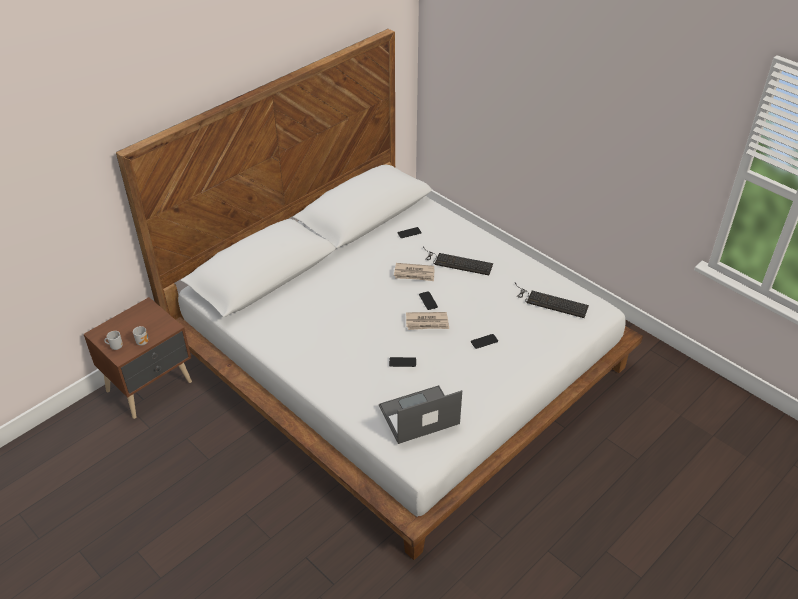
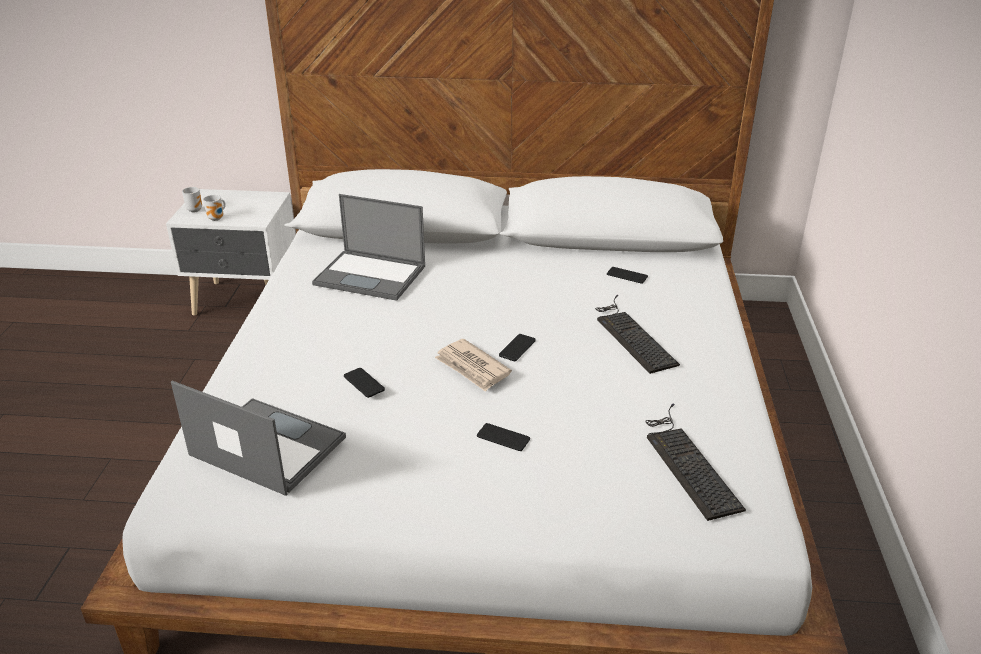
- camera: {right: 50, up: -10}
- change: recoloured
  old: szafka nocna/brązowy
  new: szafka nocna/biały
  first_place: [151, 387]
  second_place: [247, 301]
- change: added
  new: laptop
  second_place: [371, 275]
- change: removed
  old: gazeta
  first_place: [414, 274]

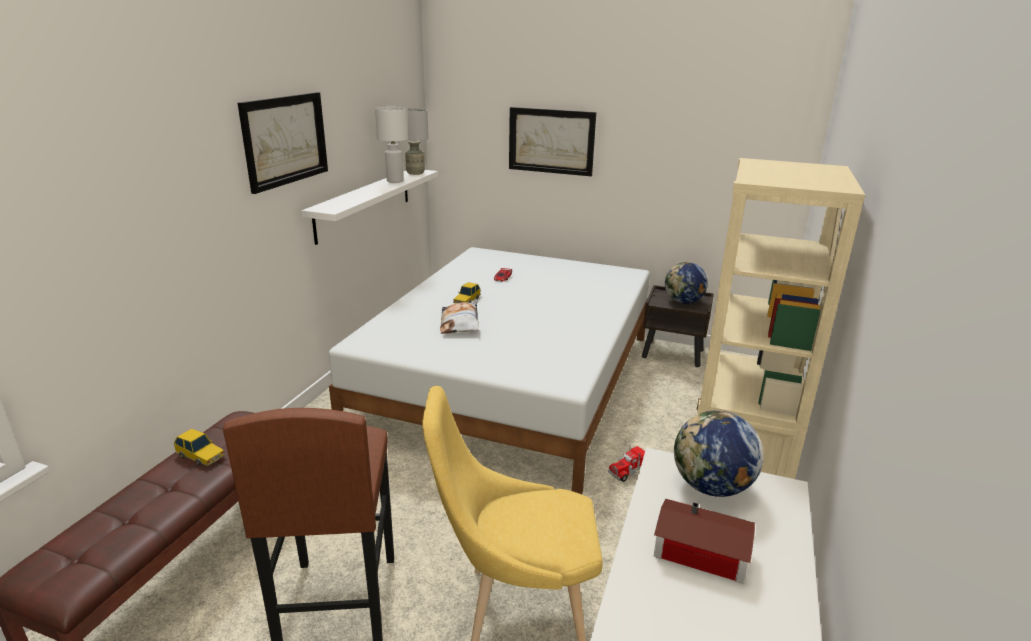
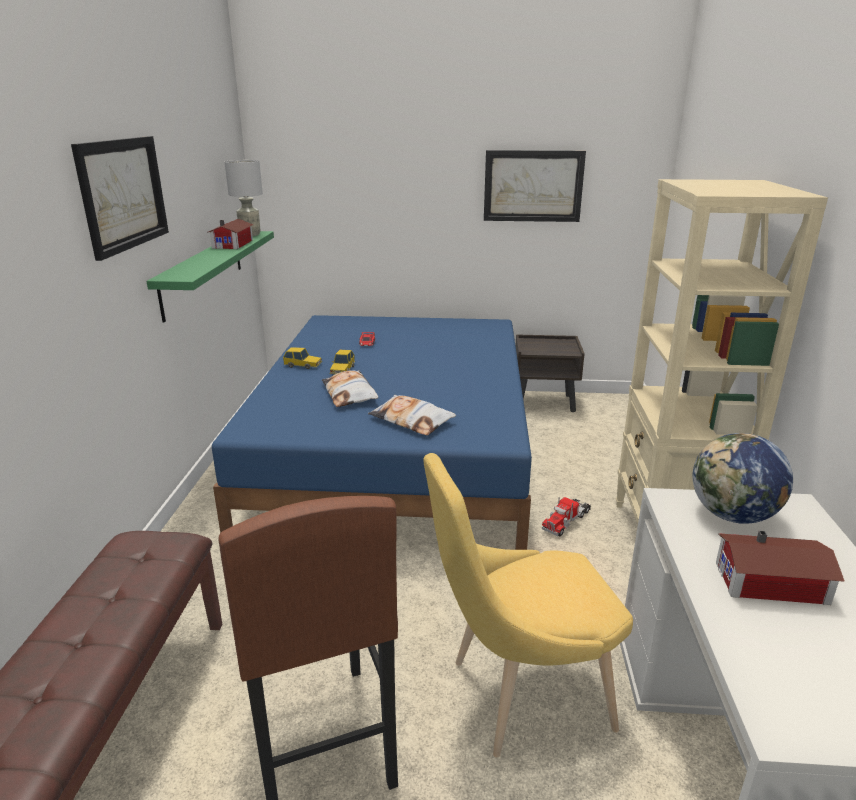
- camera: {right: -15, up: 0}
- change: recoloured
  old: półka/biały
  new: półka/zielony
  first_place: [364, 203]
  second_place: [203, 272]
- change: replaced
  old: lampa stołowa/biały
  new: domek
  first_place: [395, 181]
  second_place: [234, 244]
- change: recoloured
  old: łóżko/biały
  new: łóżko/niebieski
  first_place: [512, 380]
  second_place: [396, 452]
- change: moved
  old: samochodzik
  first_place: [201, 455]
  second_place: [303, 365]
- change: added
  new: poduszka
  second_place: [412, 420]
- change: moved
  old: obraz
  first_place: [551, 141]
  second_place: [533, 186]
- change: removed
  old: globus
  first_place: [683, 302]

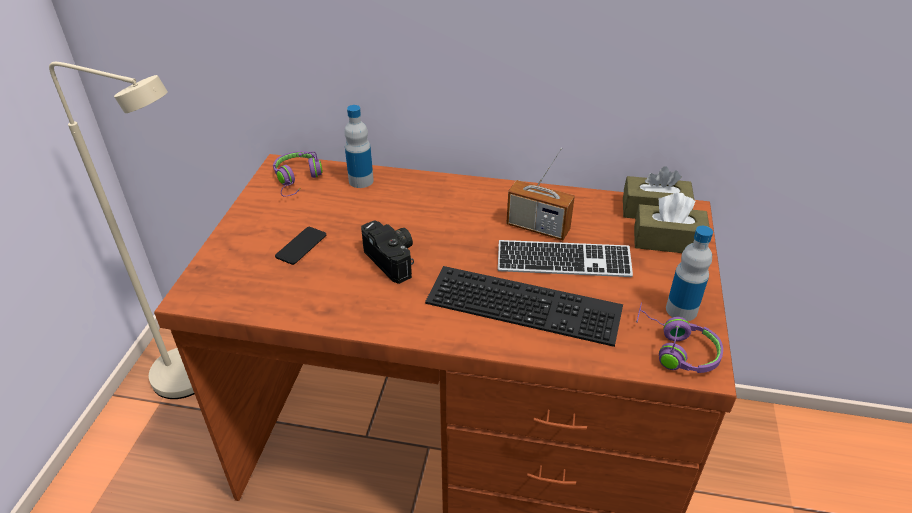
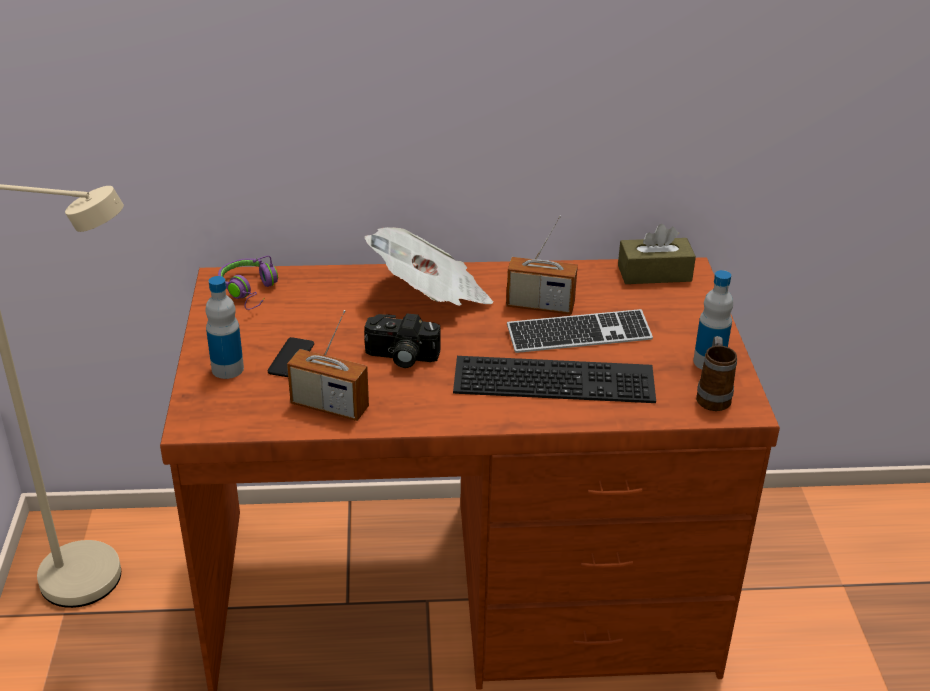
- camera: {right: -15, up: -5}
- change: moved
  old: butelka
  first_place: [361, 181]
  second_place: [227, 369]
- change: added
  new: radio
  second_place: [329, 406]
- change: added
  new: gazeta
  second_place: [431, 296]
- change: turned
  old: aparat fotograficzny
  first_place: [394, 259]
  second_place: [400, 357]
  degrees: 150
- change: replaced
  old: słuchawki/fioletowy
  new: kubek
  first_place: [674, 349]
  second_place: [713, 396]
- change: removed
  old: pudełko chusteczek/brązowy
  first_place: [667, 241]

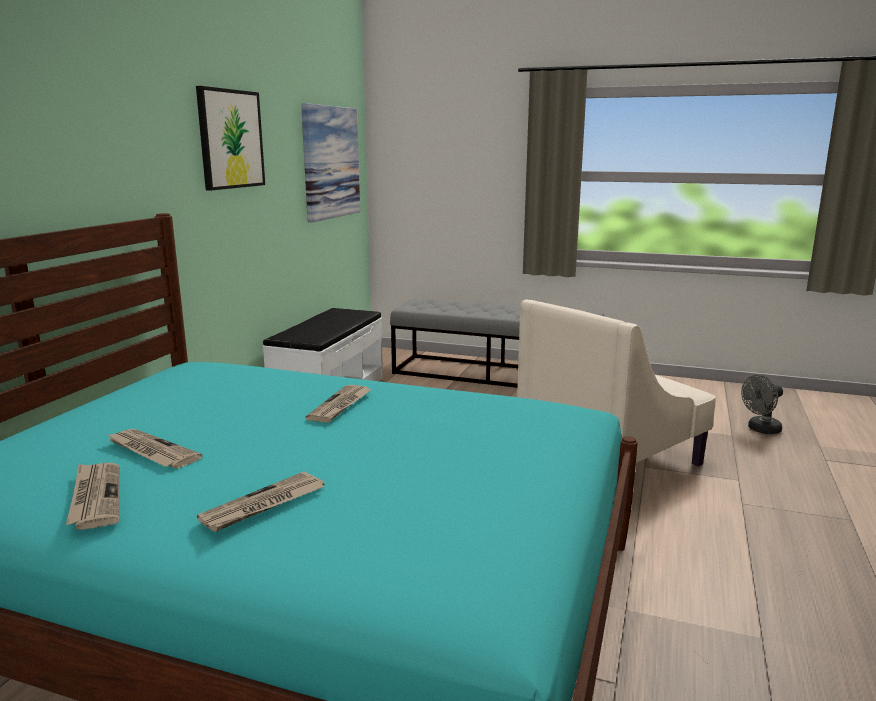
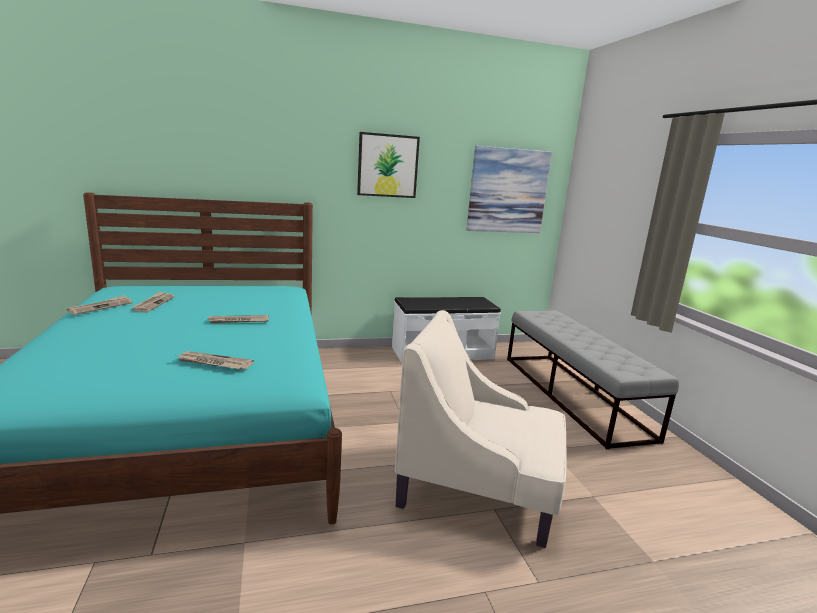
- camera: {right: 55, up: 0}
- change: moved
  old: gazeta
  first_place: [263, 505]
  second_place: [214, 363]
- change: removed
  old: wentylator/szary
  first_place: [760, 430]

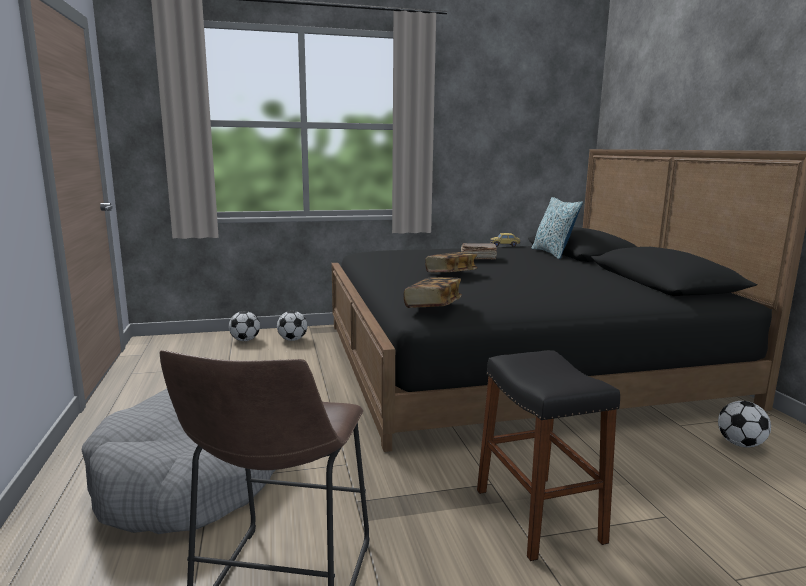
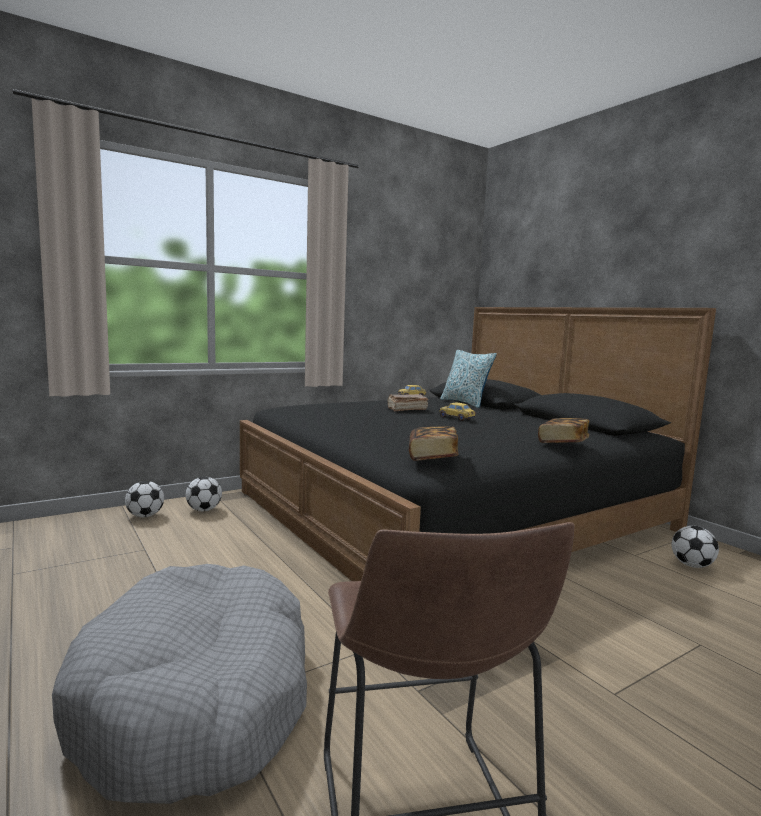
- camera: {right: -20, up: -5}
- change: added
  new: samochodzik
  second_place: [456, 418]
- change: moved
  old: książka
  first_place: [451, 273]
  second_place: [563, 443]
- change: removed
  old: stołek/czarny
  first_place: [538, 515]

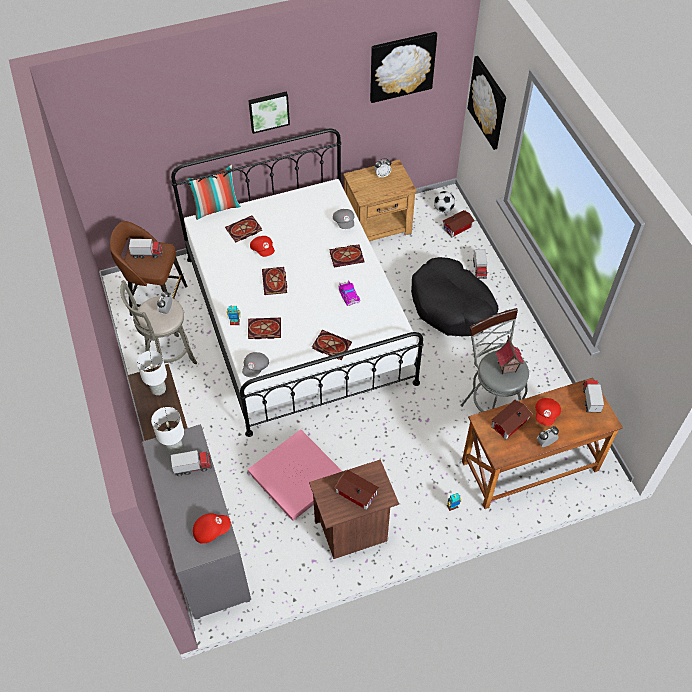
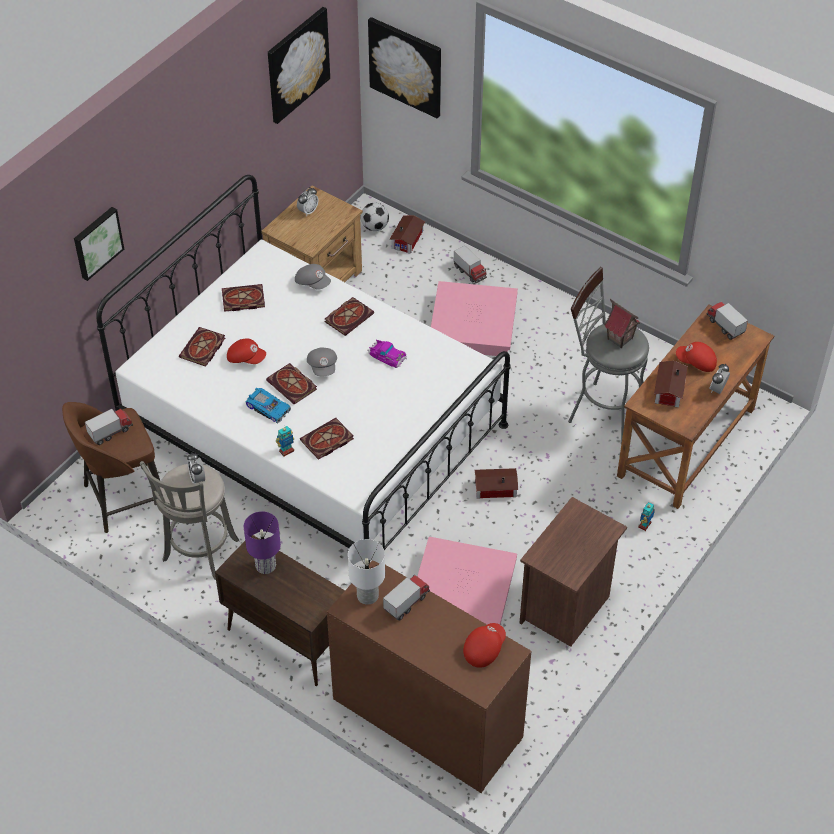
- camera: {right: -35, up: -5}
- change: moved
  old: obraz
  first_place: [268, 111]
  second_place: [97, 242]
- change: moved
  old: książka
  first_place: [330, 346]
  second_place: [242, 300]
- change: recoloured
  old: lampa stołowa/biały
  new: lampa stołowa/fioletowy
  first_place: [158, 389]
  second_place: [265, 565]
- change: added
  new: samochodzik
  second_place: [269, 407]
- change: moved
  old: czapka z daszkiem/szary
  first_place: [256, 368]
  second_place: [323, 367]
- change: recoloured
  old: komoda/szary
  new: komoda/brązowy
  first_place: [206, 548]
  second_place: [427, 720]
- change: replaced
  old: legowisko/czarny
  new: pojemnik do przechowywania/różowy
  first_place: [451, 305]
  second_place: [472, 325]
- change: moved
  old: domek
  first_place: [356, 492]
  second_place: [494, 487]
- change: turned
  old: czapka z daszkiem/czerwony
  first_place: [546, 415]
  second_place: [696, 363]
  degrees: 120
- change: removed
  old: poduszka
  first_place: [216, 208]

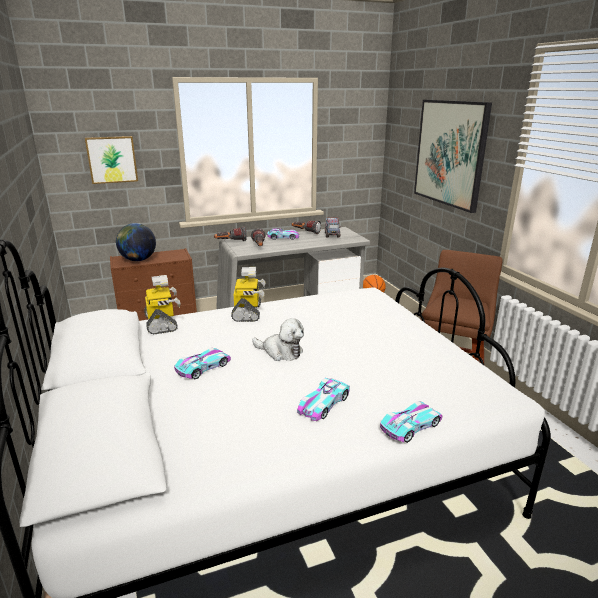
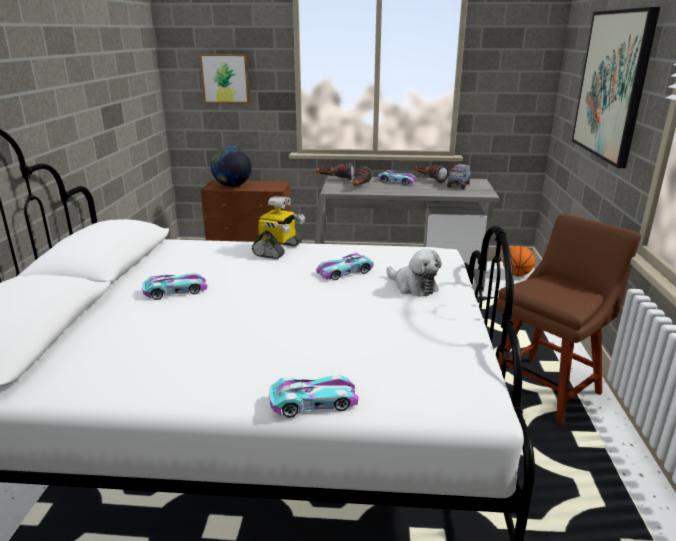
- camera: {right: 25, up: 0}
- change: moved
  old: samochodzik
  first_place: [323, 404]
  second_place: [344, 272]
- change: moved
  old: pluszak
  first_place: [281, 352]
  second_place: [413, 286]
- change: removed
  old: robot zabawkowy
  first_place: [162, 323]

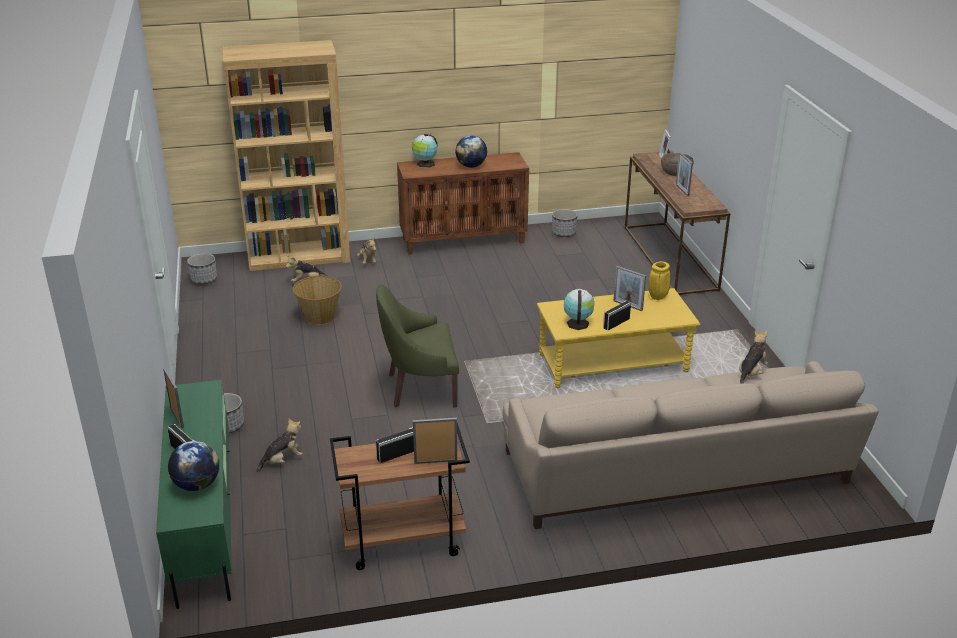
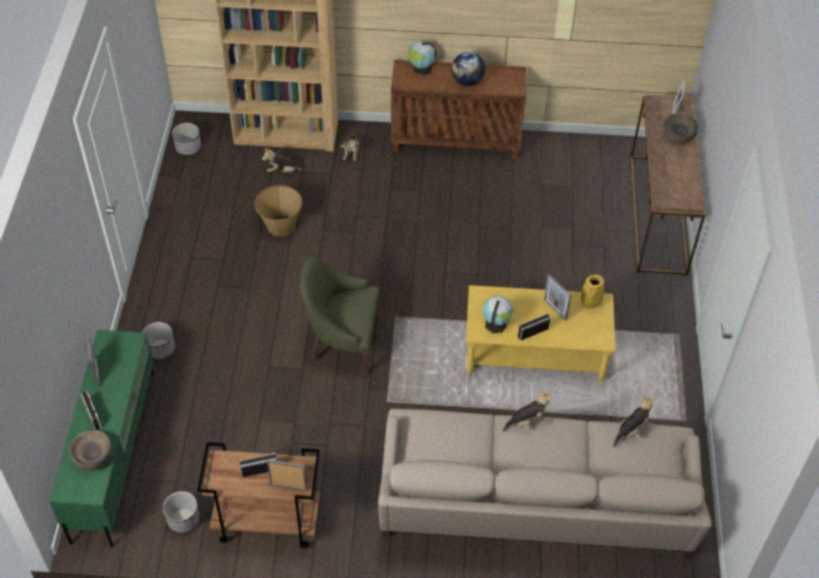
- camera: {right: 15, up: 20}
- change: replaced
  old: globus
  new: miska/brązowy
  first_place: [197, 485]
  second_place: [93, 456]
- change: moved
  old: donica
  first_place: [563, 233]
  second_place: [183, 520]
- change: moved
  old: pluszak
  first_place: [282, 460]
  second_place: [527, 422]
- change: removed
  old: ramka na zdjęcie
  first_place: [682, 190]

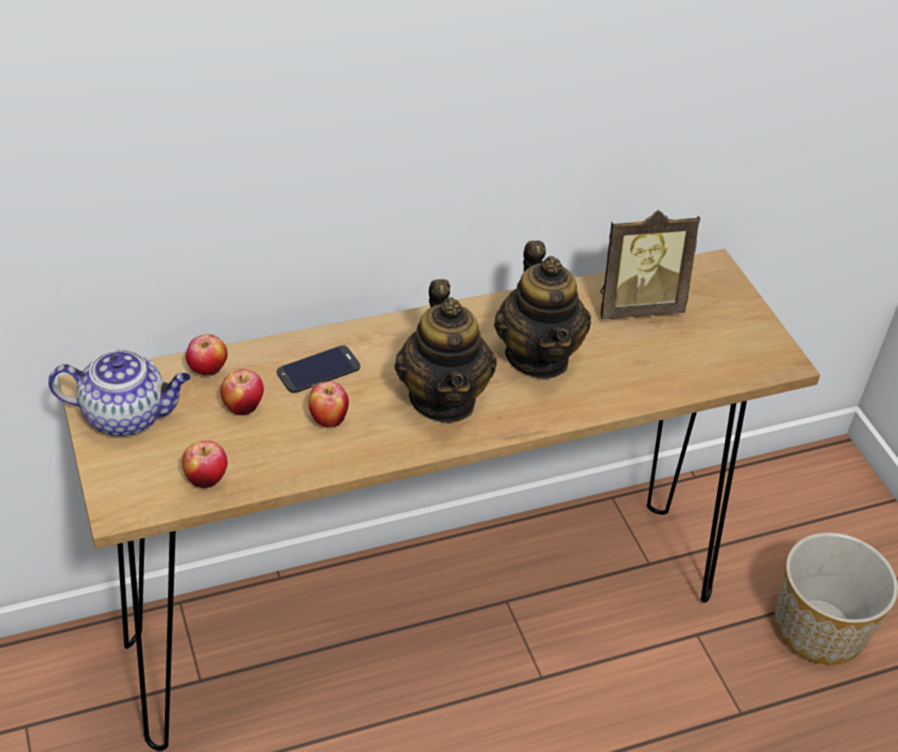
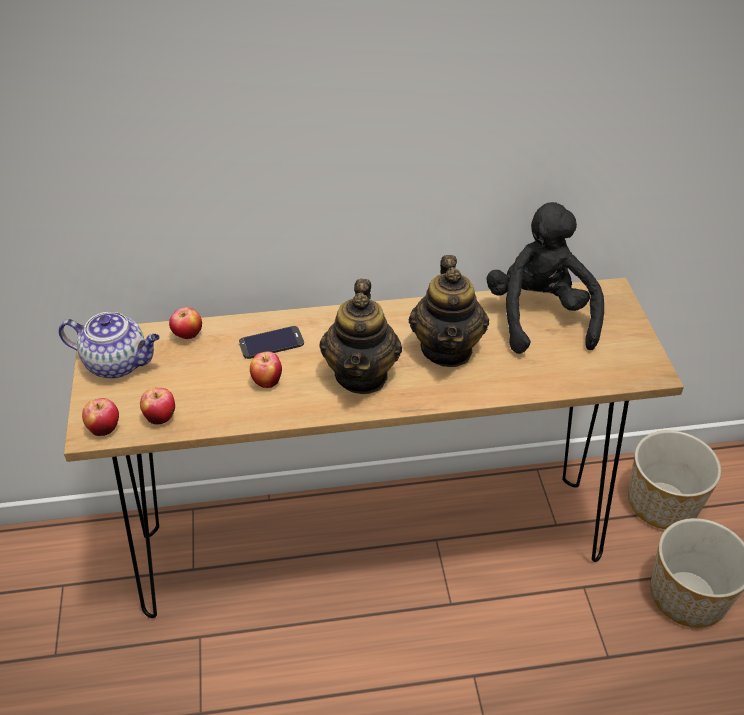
- camera: {right: 15, up: 0}
- change: moved
  old: jabłko
  first_place: [243, 407]
  second_place: [104, 429]
- change: replaced
  old: ramka na zdjęcie
  new: pluszak/czarny
  first_place: [636, 306]
  second_place: [539, 316]
- change: added
  new: donica
  second_place: [661, 503]

